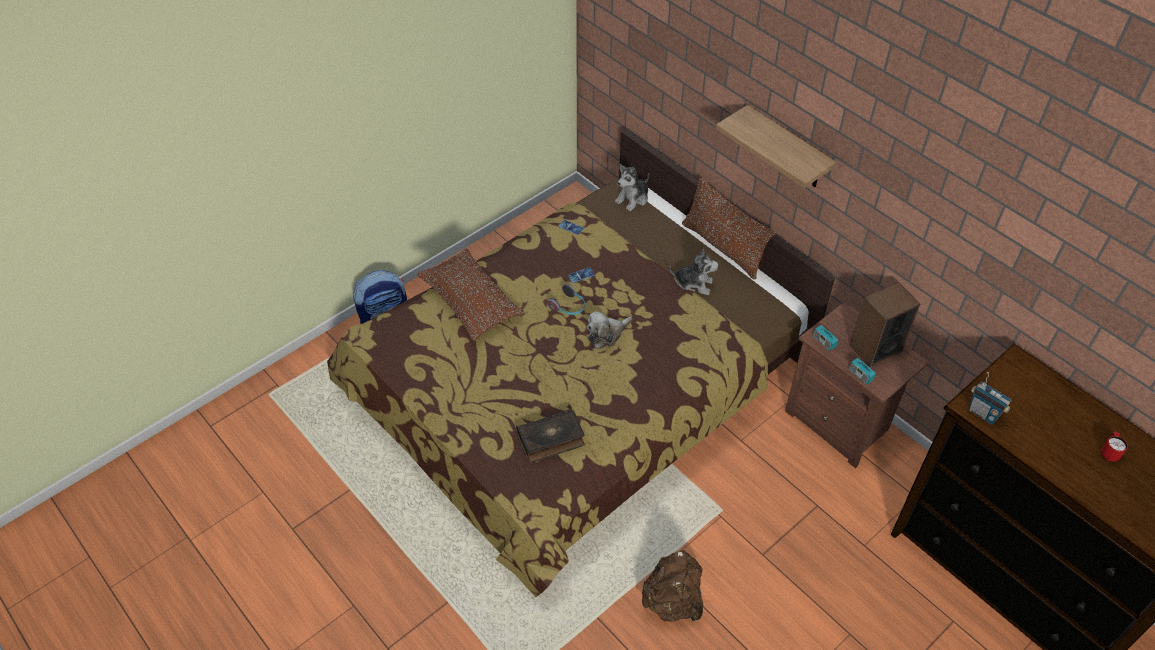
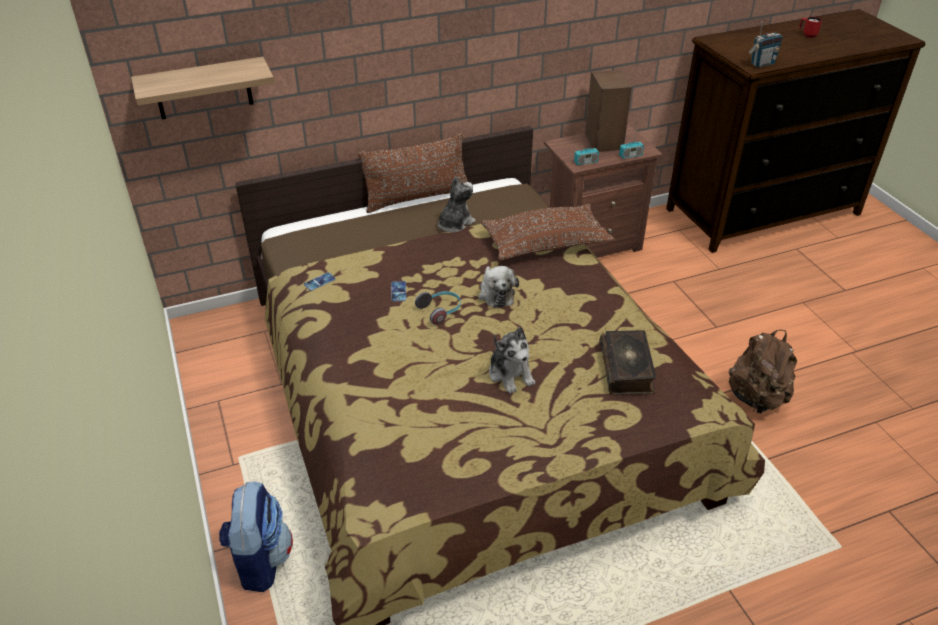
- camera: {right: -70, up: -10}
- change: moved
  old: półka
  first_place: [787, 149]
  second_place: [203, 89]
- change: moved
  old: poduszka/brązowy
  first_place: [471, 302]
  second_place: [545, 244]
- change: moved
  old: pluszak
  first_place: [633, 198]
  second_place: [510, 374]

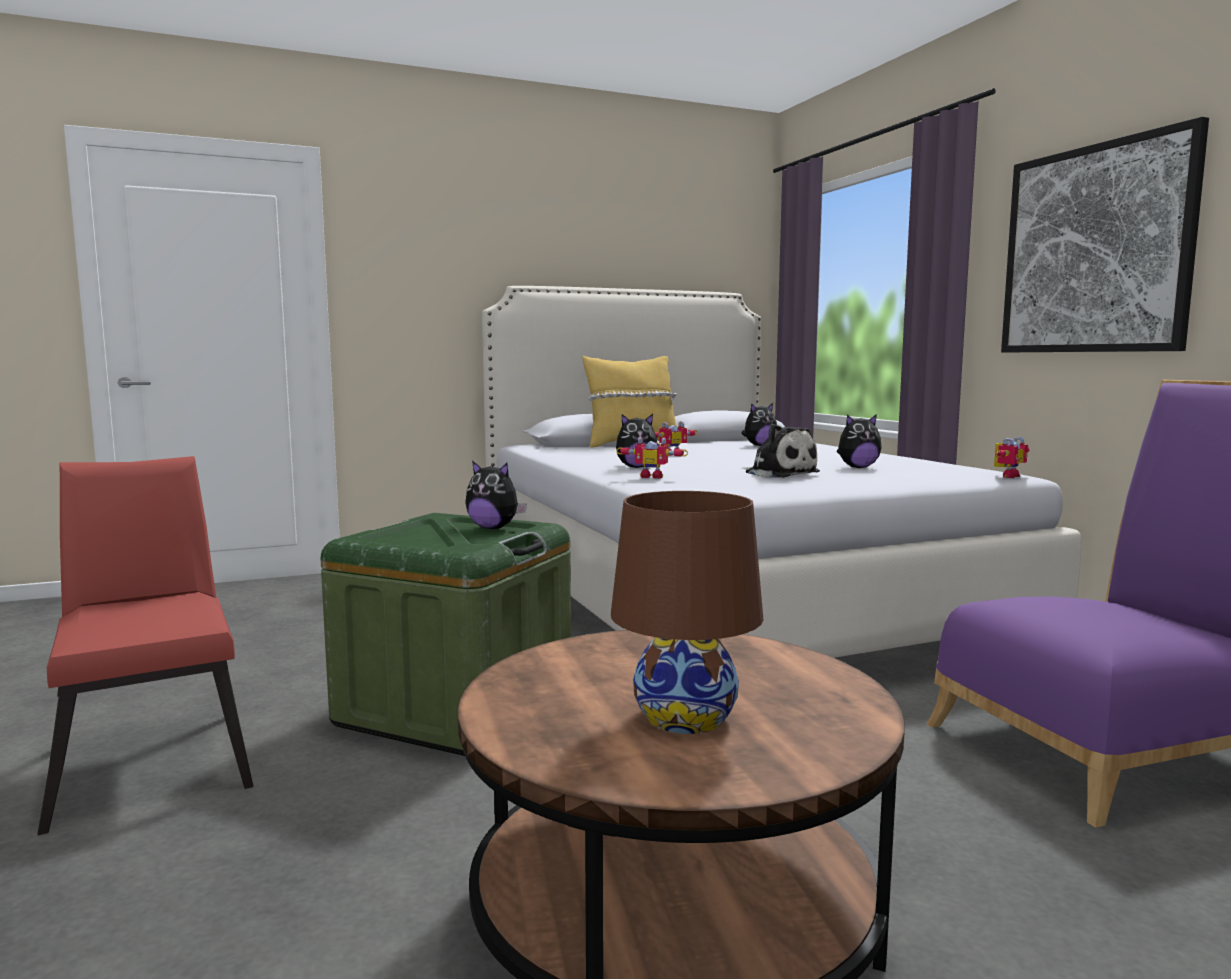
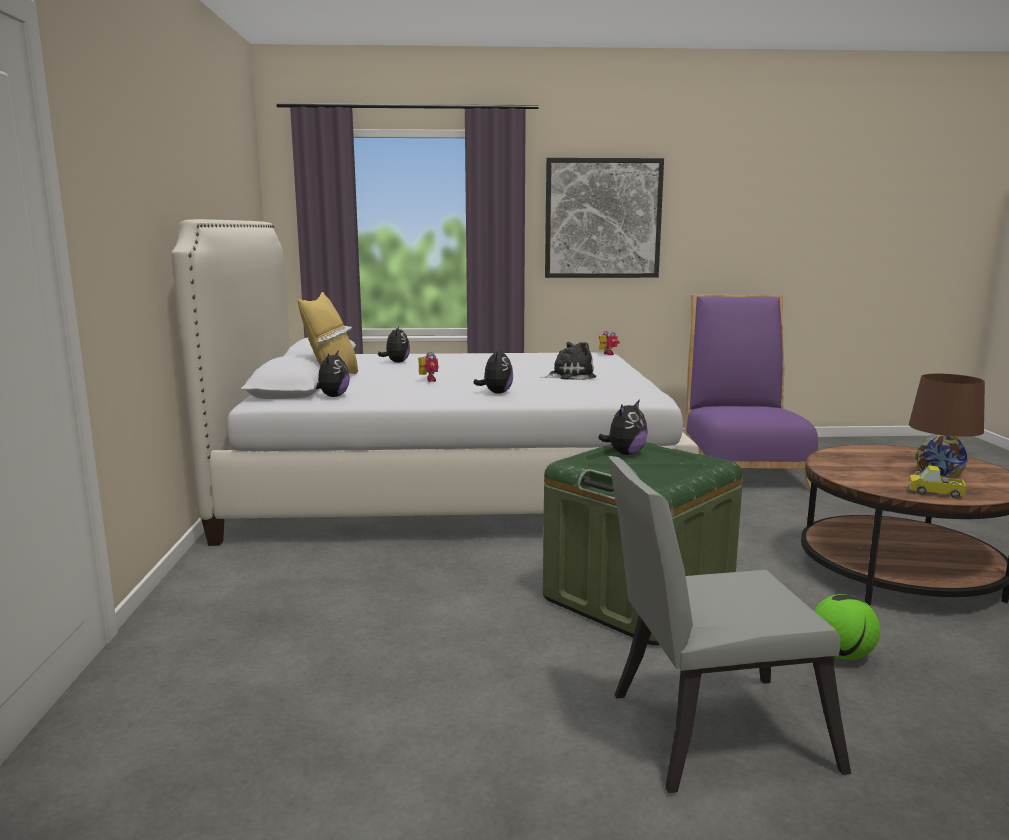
- camera: {right: -70, up: 5}
- change: moved
  old: pluszak
  first_place: [857, 467]
  second_place: [332, 396]
- change: recoloured
  old: krzesło/czerwony
  new: krzesło/szary
  first_place: [153, 758]
  second_place: [706, 731]
- change: added
  new: piłka futbolowa
  second_place: [842, 655]
- change: added
  new: ciężarówka zabawkowa
  second_place: [935, 493]
- change: removed
  old: robot zabawkowy
  first_place: [652, 476]

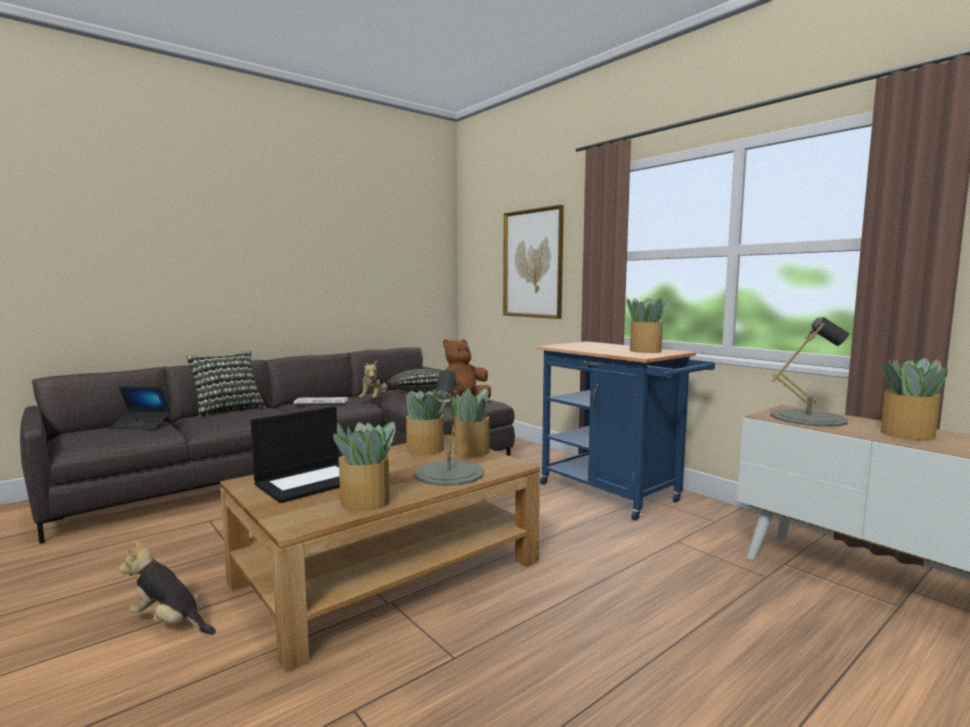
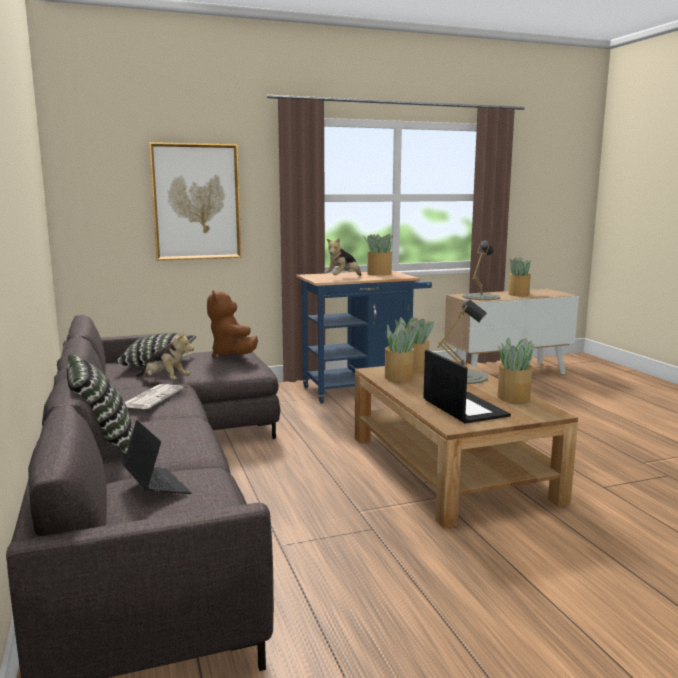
- camera: {right: -70, up: 5}
- change: turned
  old: laptop
  first_place: [141, 425]
  second_place: [156, 486]
  degrees: -60
- change: moved
  old: pluszak
  first_place: [169, 623]
  second_place: [343, 278]

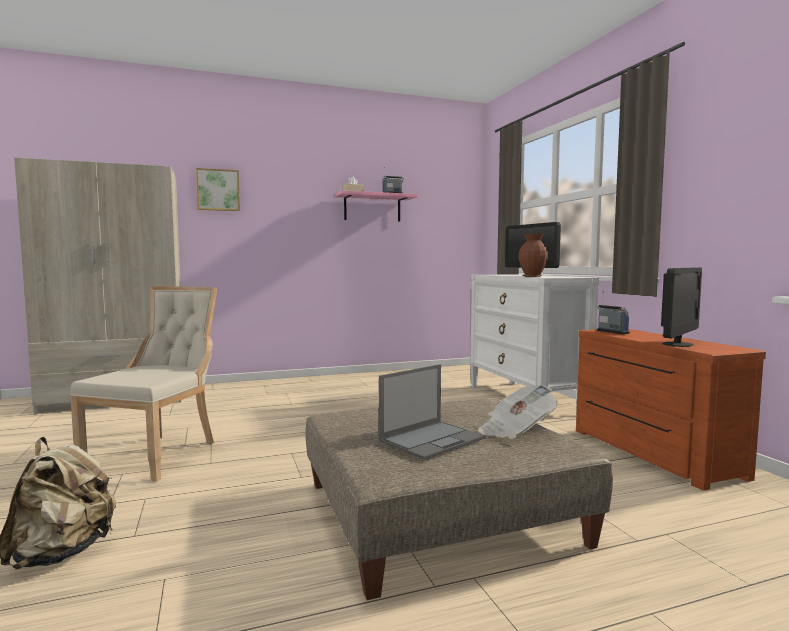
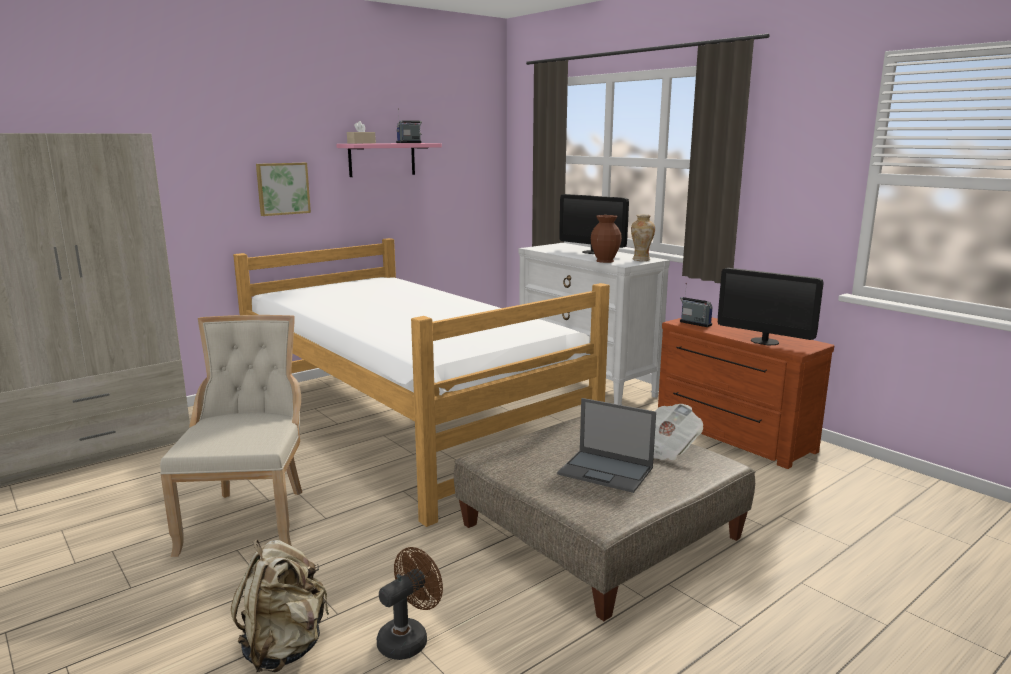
- camera: {right: -20, up: 10}
- change: added
  new: łóżko
  second_place: [407, 421]
- change: moved
  old: obraz
  first_place: [218, 190]
  second_place: [282, 188]
- change: added
  new: wentylator/brązowy
  second_place: [408, 638]
- change: turned
  old: laptop
  first_place: [432, 439]
  second_place: [606, 471]
  degrees: 90
- change: added
  new: wazon
  second_place: [641, 260]
- change: turned
  old: monitor
  first_place: [677, 344]
  second_place: [764, 341]
  degrees: 105

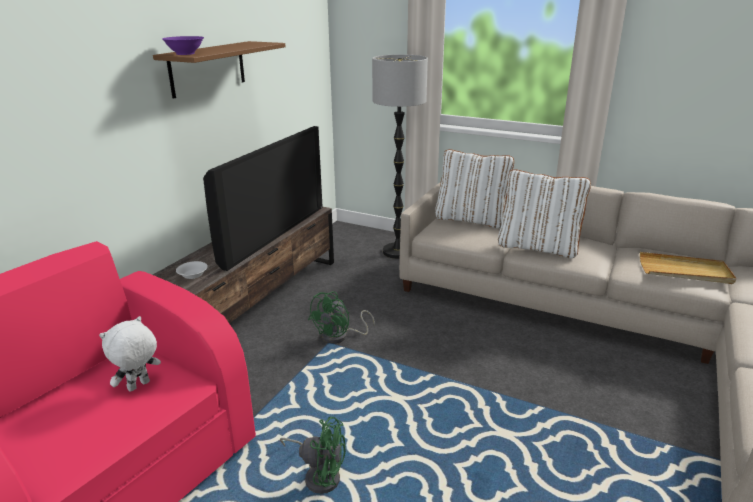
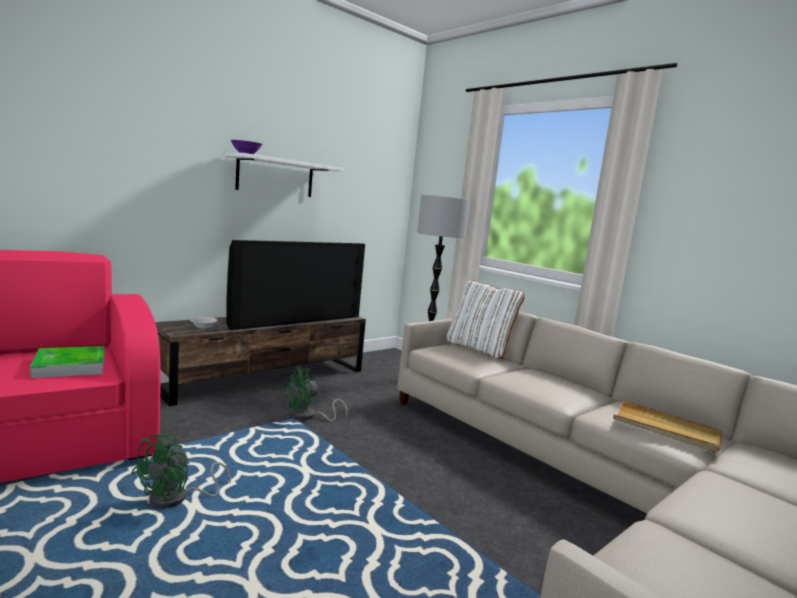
- camera: {right: 20, up: -15}
- change: replaced
  old: pluszak/biały
  new: taca
  first_place: [139, 386]
  second_place: [70, 366]
- change: turned
  old: wentylator/zielony
  first_place: [319, 475]
  second_place: [177, 499]
  degrees: 75
- change: recoloured
  old: półka/brązowy
  new: półka/biały
  first_place: [208, 68]
  second_place: [275, 177]
- change: removed
  old: poduszka/biały
  first_place: [538, 247]

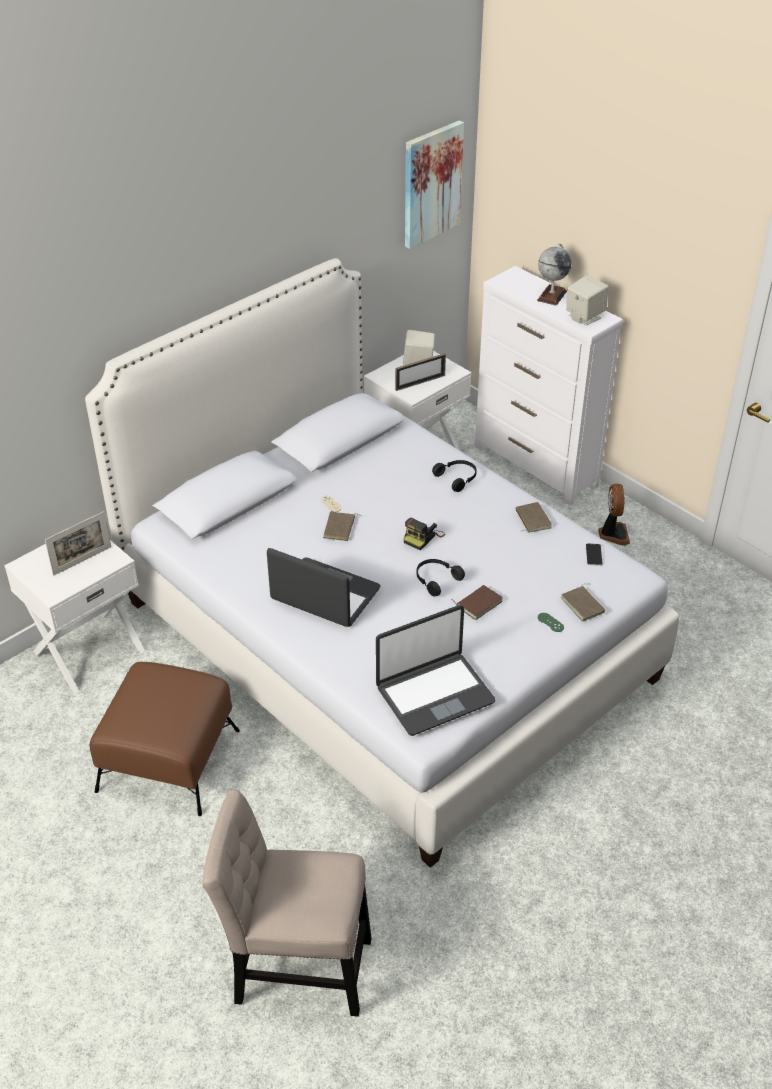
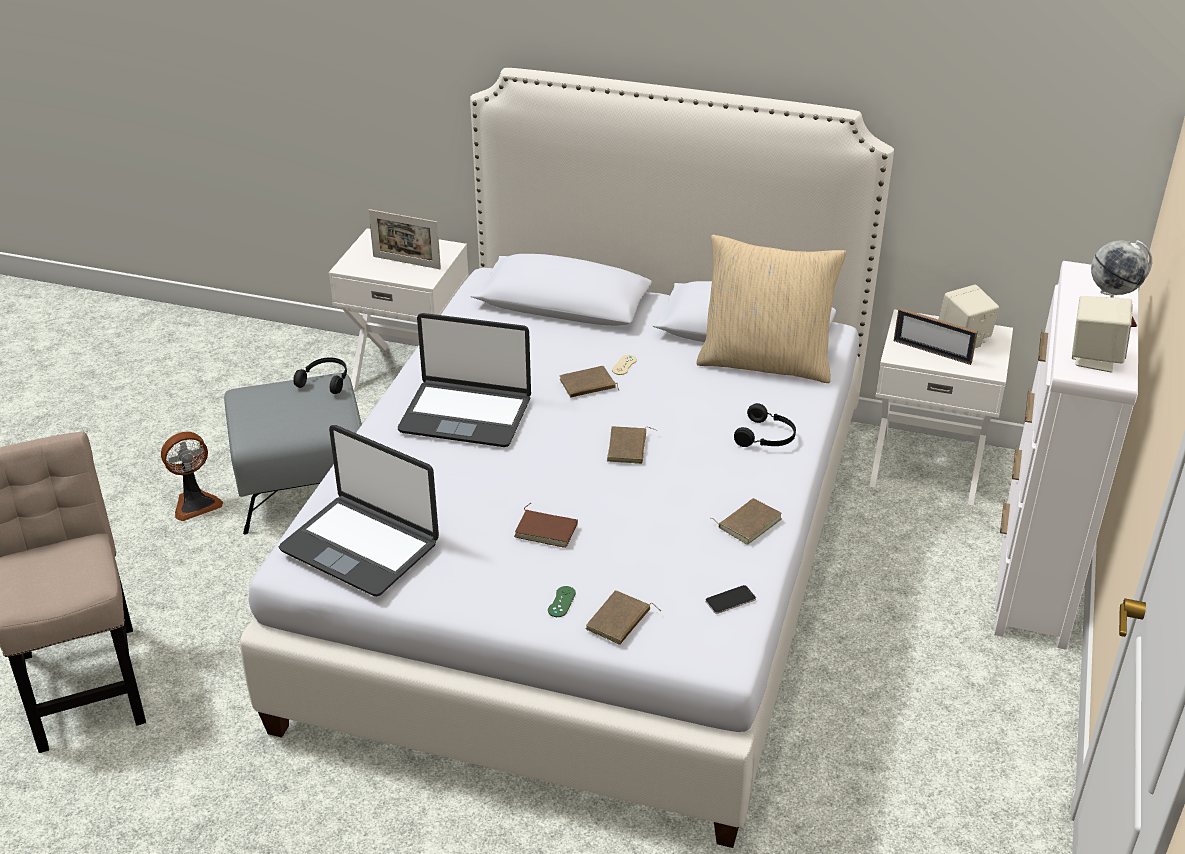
- camera: {right: 60, up: -5}
- change: moved
  old: wentylator
  first_place: [613, 534]
  second_place: [195, 503]
- change: recoloured
  old: pufa/brązowy
  new: pufa/szary
  first_place: [169, 759]
  second_place: [304, 483]
- change: moved
  old: słuchawki/czarny
  first_place: [436, 580]
  second_place: [325, 380]
- change: turned
  old: laptop
  first_place: [325, 595]
  second_place: [466, 414]
  degrees: 105
- change: replaced
  old: aparat fotograficzny
  new: książka/brązowy
  first_place: [423, 537]
  second_place: [628, 448]
- change: added
  new: poduszka/beżowy
  second_place: [765, 362]
- change: removed
  old: obraz
  first_place: [431, 184]

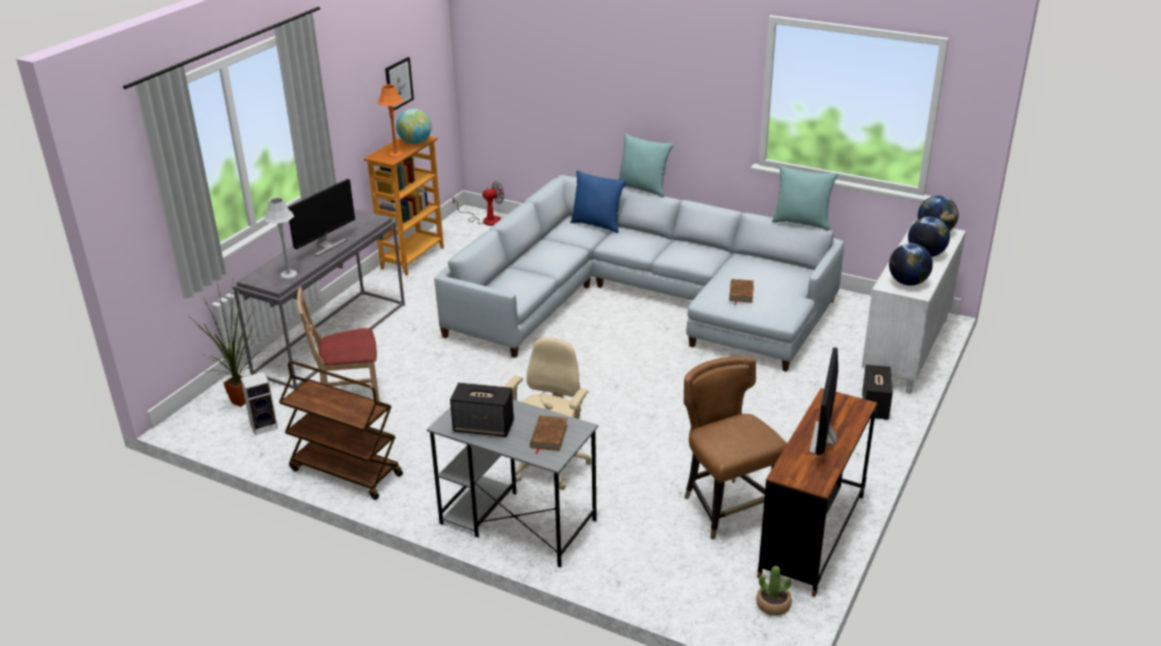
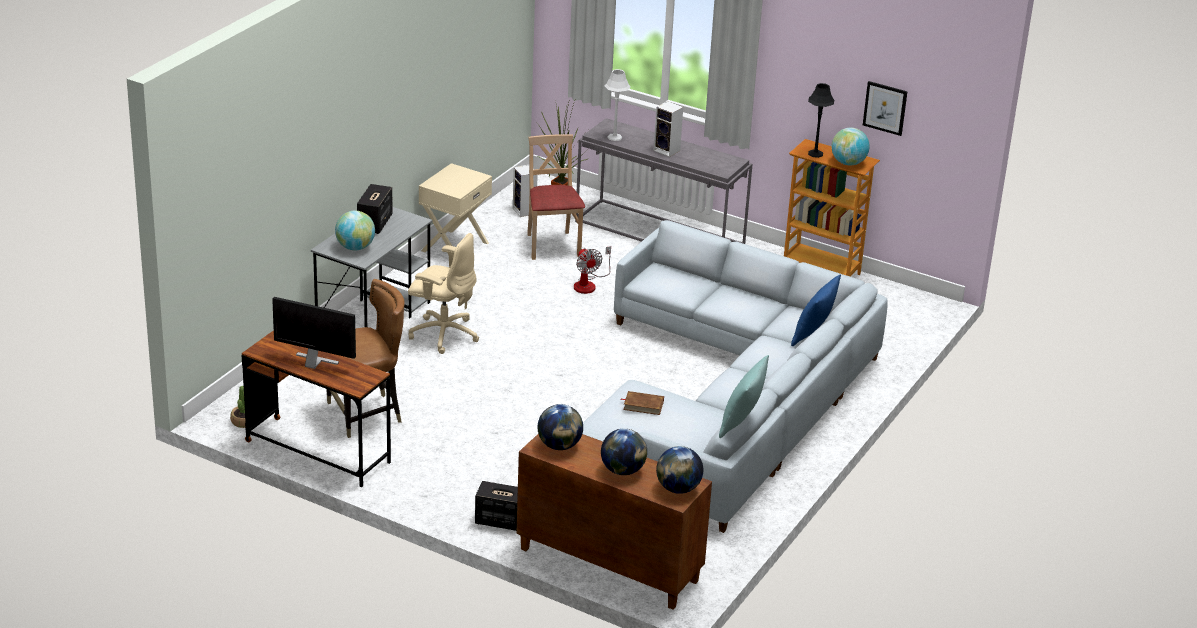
- camera: {right: 90, up: 0}
- change: replaced
  old: książka/brązowy
  new: globus
  first_place: [548, 436]
  second_place: [355, 247]
- change: replaced
  old: wózek/brązowy
  new: szafka nocna/beżowy
  first_place: [345, 472]
  second_place: [454, 246]
- change: recoloured
  old: szafka/biały
  new: szafka/brązowy
  first_place: [907, 350]
  second_place: [607, 565]
- change: moved
  old: wentylator
  first_place: [486, 220]
  second_place: [588, 284]
- change: replaced
  old: monitor
  new: głośnik
  first_place: [326, 246]
  second_place: [668, 150]
- change: recoloured
  old: lampa stołowa/pomarańczowy
  new: lampa stołowa/czarny
  first_place: [396, 154]
  second_place: [815, 154]
- change: removed
  old: poduszka/turkusowy
  first_place: [643, 189]

